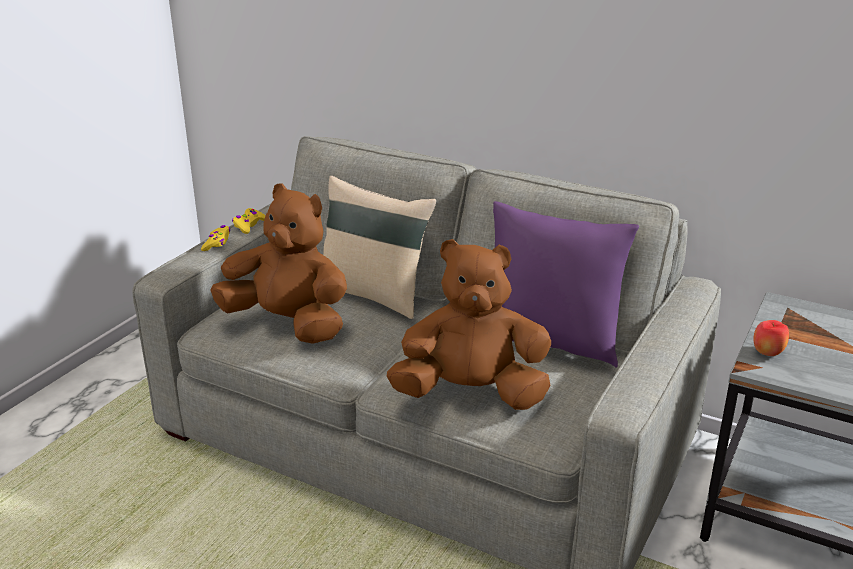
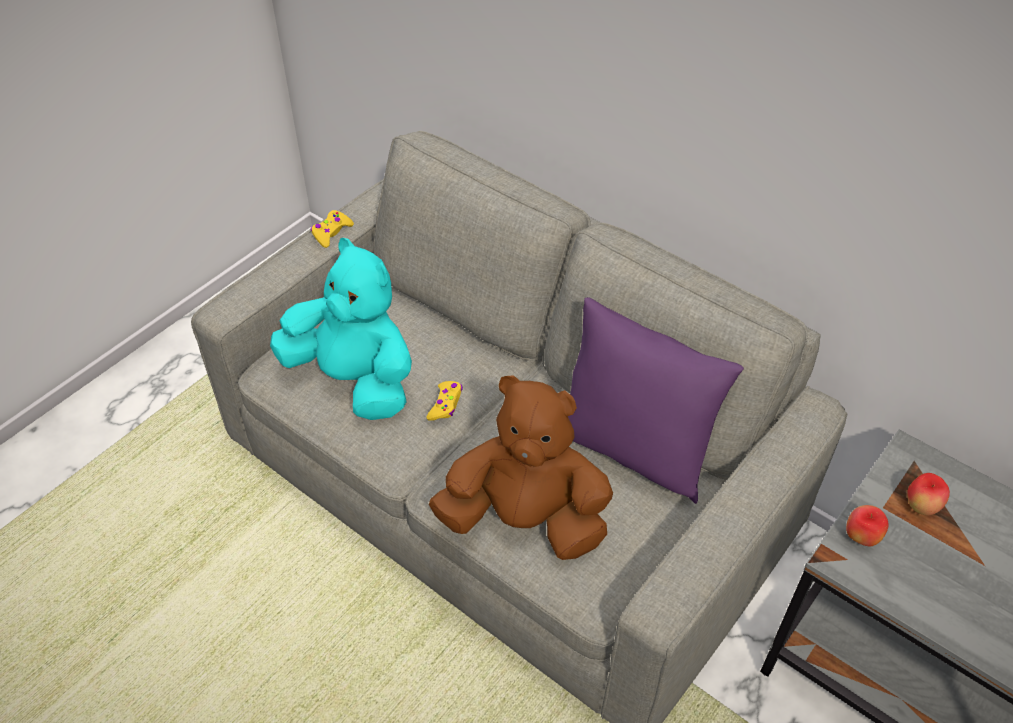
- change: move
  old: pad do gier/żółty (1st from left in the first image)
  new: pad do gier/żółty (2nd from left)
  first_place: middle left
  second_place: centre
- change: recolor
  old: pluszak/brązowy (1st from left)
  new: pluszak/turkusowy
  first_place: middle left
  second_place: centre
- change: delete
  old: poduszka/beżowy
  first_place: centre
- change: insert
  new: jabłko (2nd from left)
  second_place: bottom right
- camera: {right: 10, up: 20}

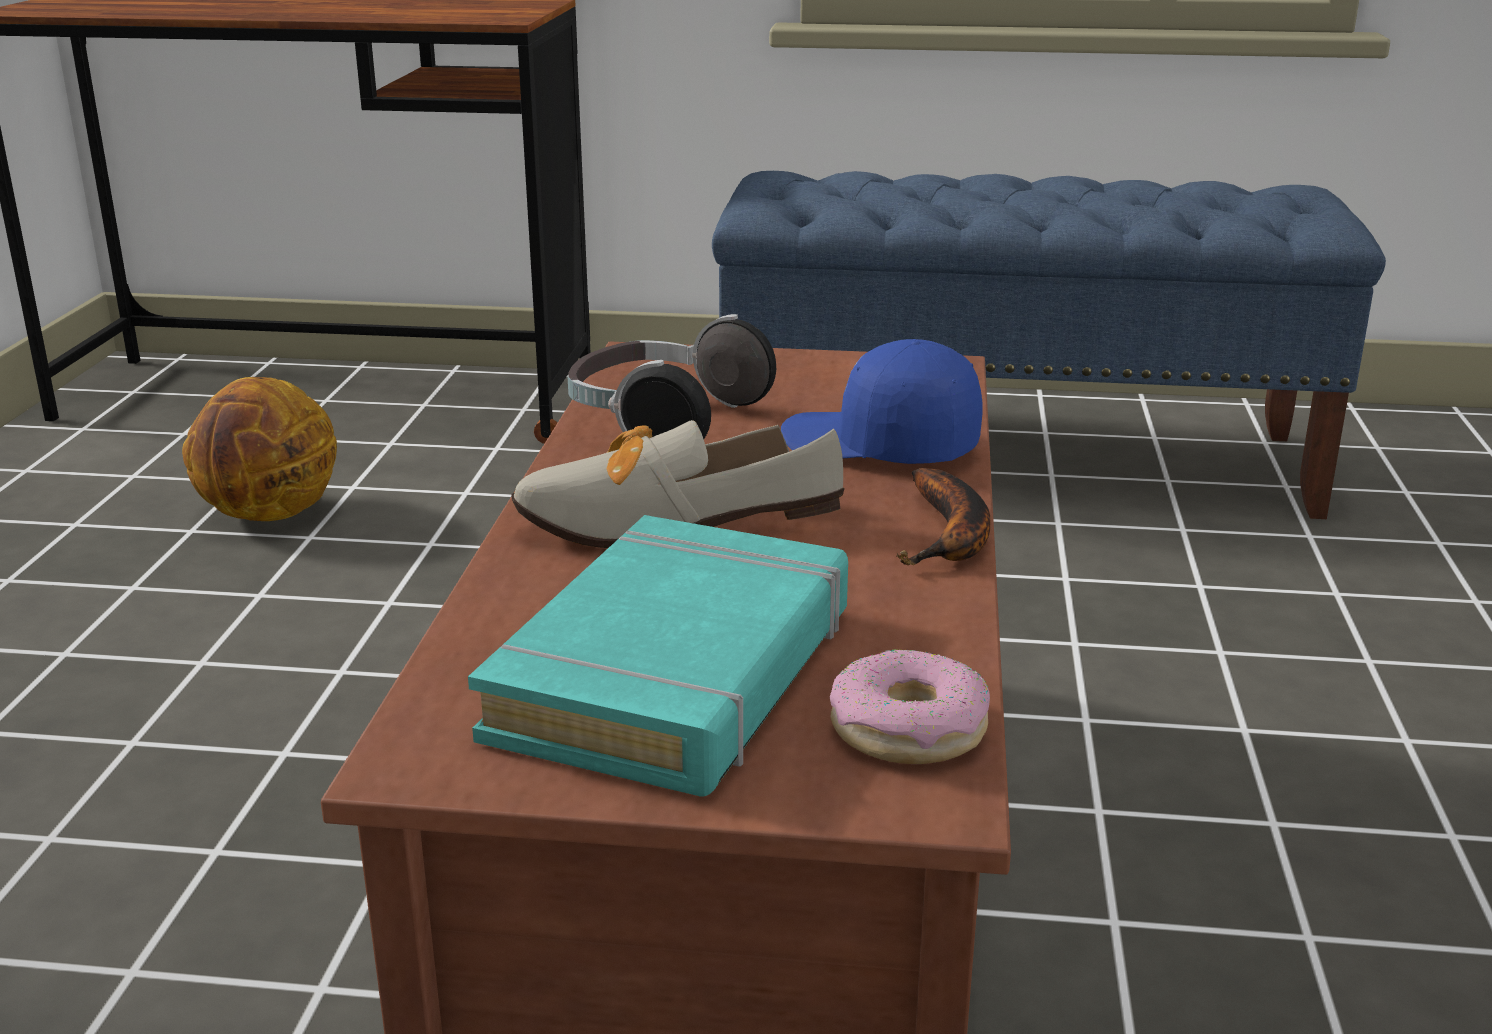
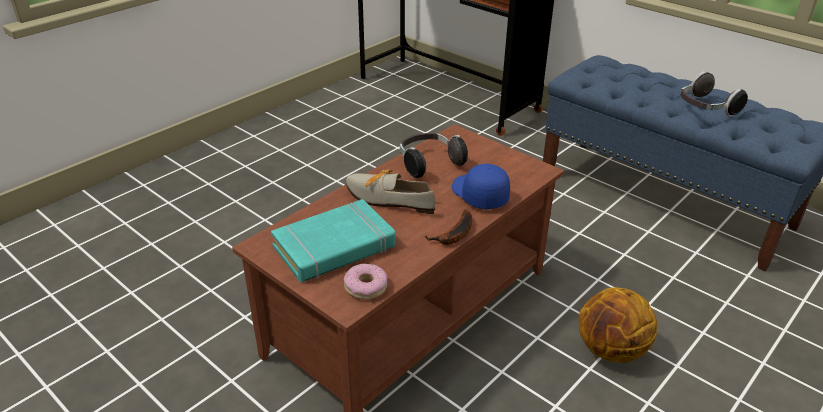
- change: move
  old: piłka do koszykówki
  first_place: middle left
  second_place: bottom right
- change: insert
  new: słuchawki (2nd from left)
  second_place: top right
- camera: {right: 35, up: 10}

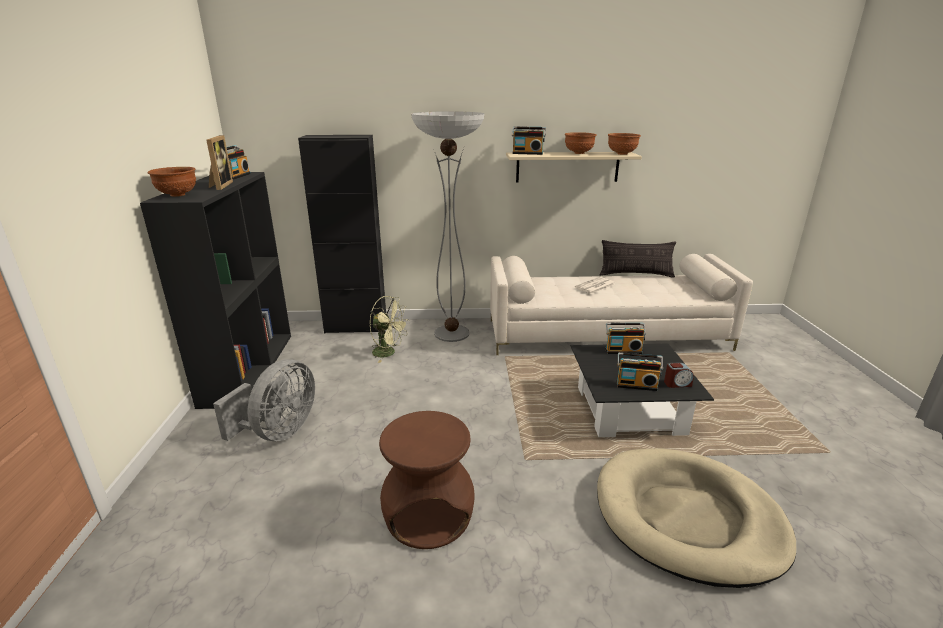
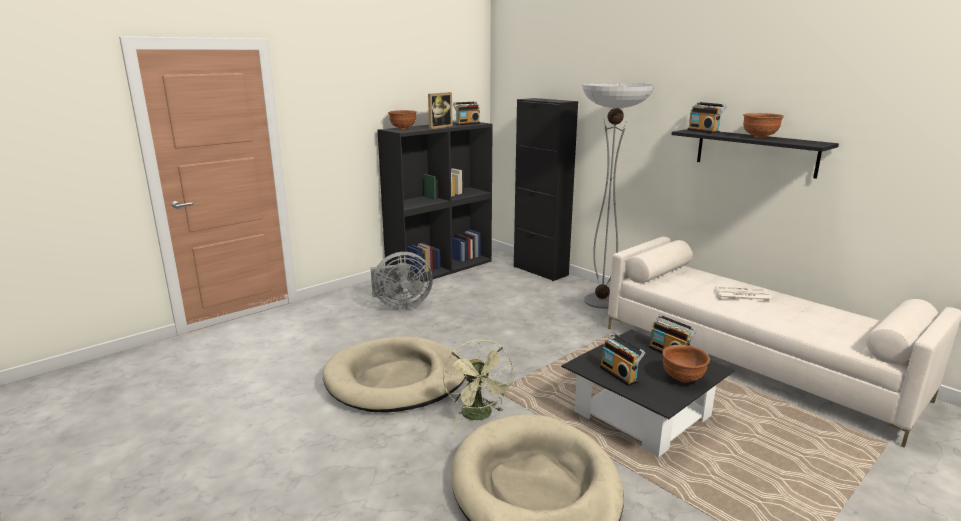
- change: move
  old: wentylator/zielony
  first_place: centre
  second_place: bottom centre
- change: replace
  old: stołek/brązowy
  new: legowisko/beżowy (1st from left)
  first_place: bottom centre
  second_place: bottom centre
- change: recolor
  old: półka/beżowy
  new: półka/czarny
  first_place: top centre
  second_place: top right
- change: delete
  old: poduszka
  first_place: middle right
- change: move
  old: miska/brązowy (3rd from left in the first image)
  new: miska/brązowy (2nd from left)
  first_place: top centre
  second_place: bottom right
- change: delete
  old: budzik
  first_place: middle right
- camera: {right: 50, up: -5}

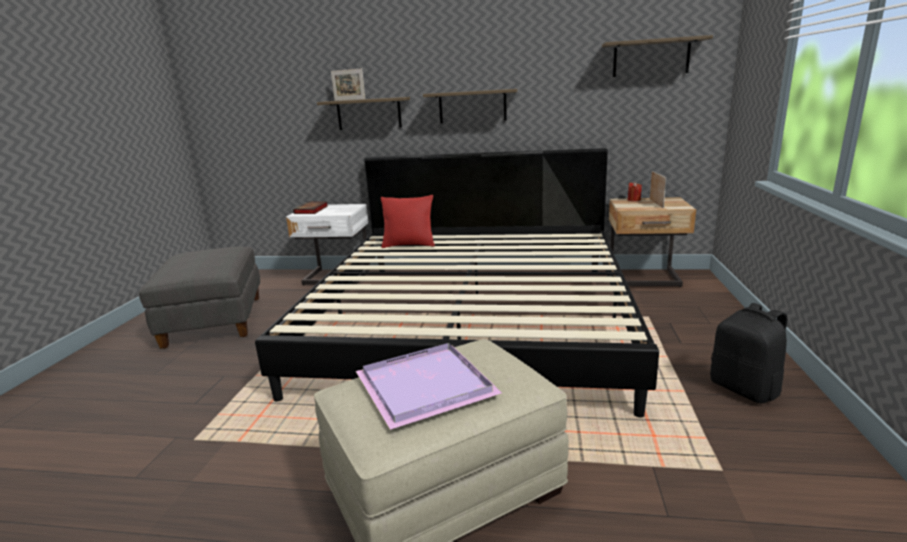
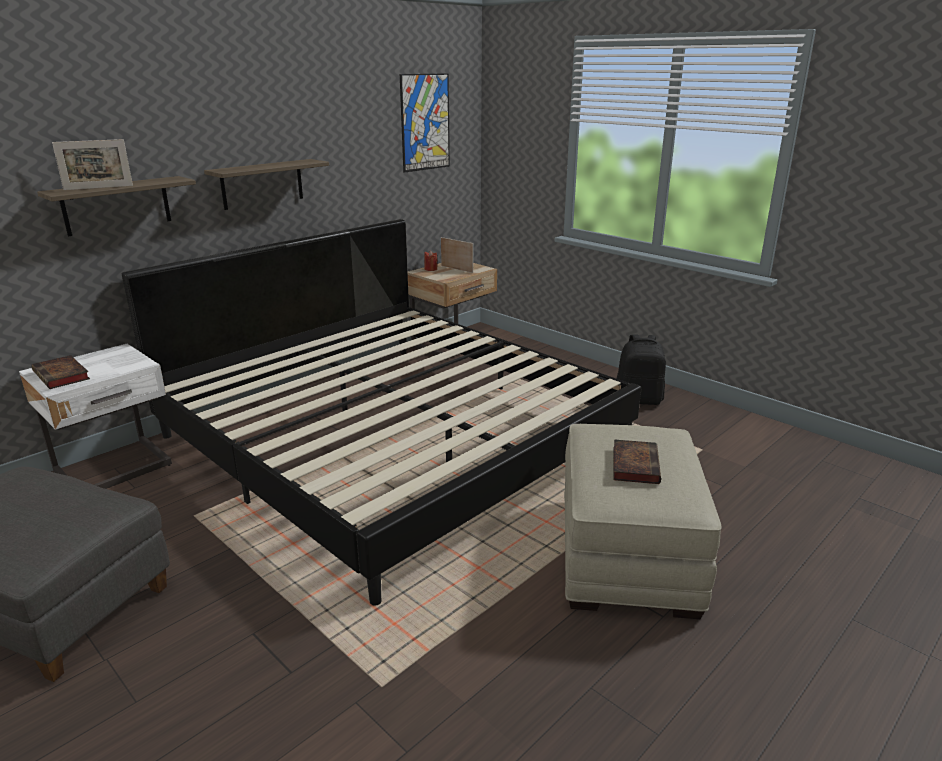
- change: replace
  old: taca/fioletowy
  new: książka (2nd from left)
  first_place: bottom centre
  second_place: middle right
- change: delete
  old: poduszka/czerwony
  first_place: centre
- change: replace
  old: półka (3rd from left)
  new: obraz
  first_place: top right
  second_place: top centre
- camera: {right: -55, up: 5}

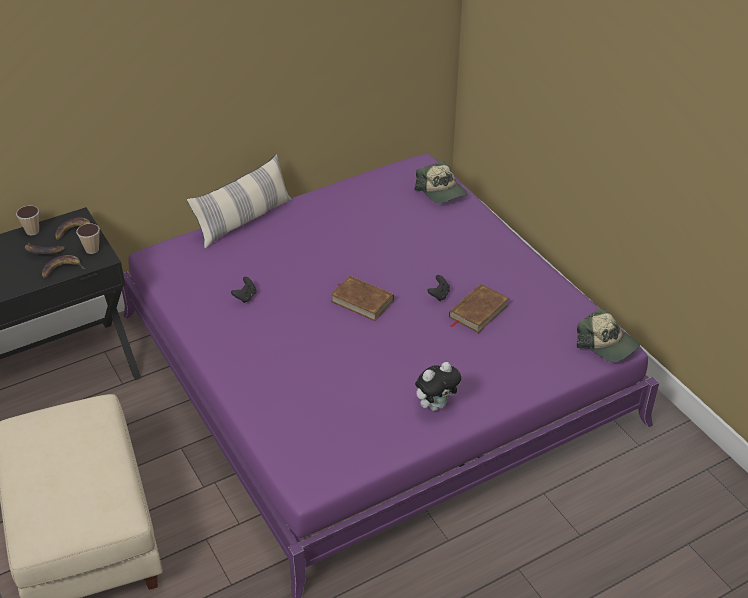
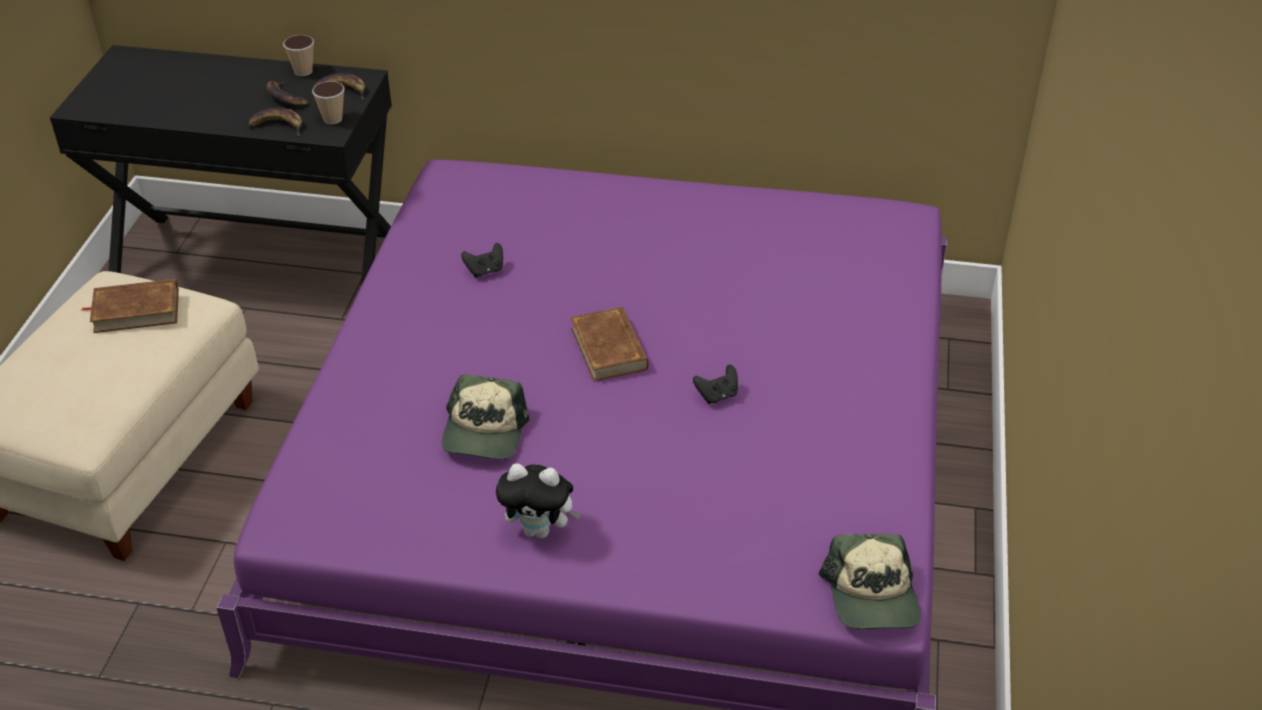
- change: delete
  old: poduszka
  first_place: middle left
- change: move
  old: czapka z daszkiem (1st from left)
  first_place: top centre
  second_place: centre
- change: move
  old: książka/brązowy (2nd from left in the first image)
  new: książka/brązowy (1st from left)
  first_place: centre
  second_place: middle left
- camera: {right: 40, up: 0}

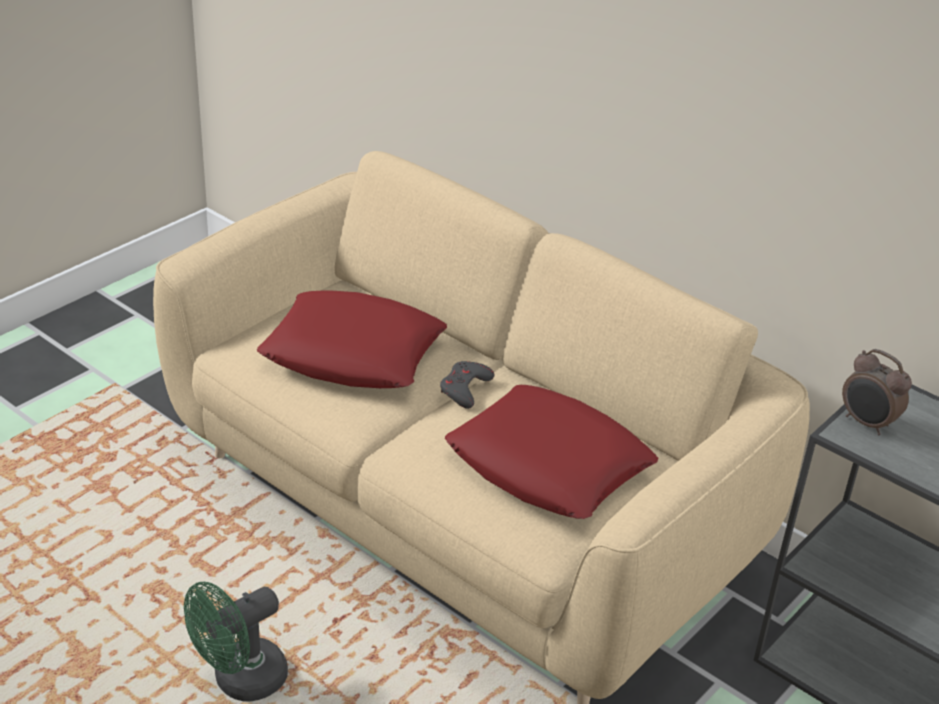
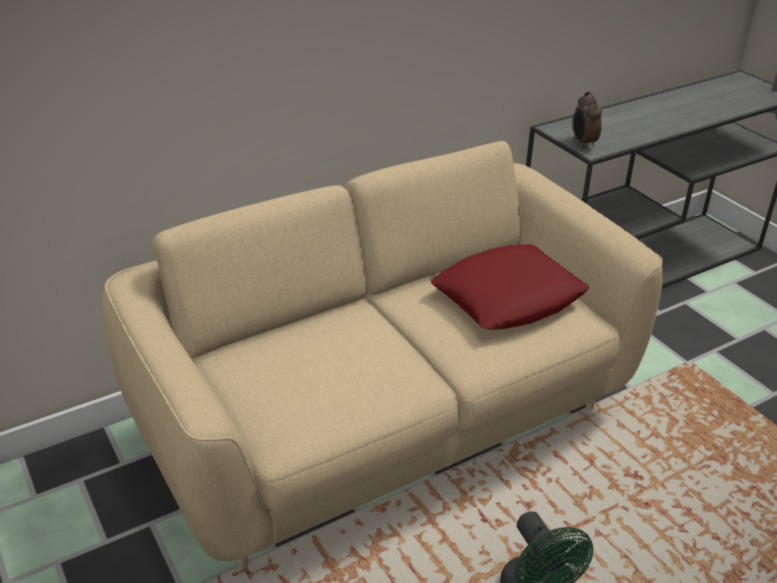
- change: delete
  old: poduszka/czerwony (1st from left)
  first_place: centre
- change: delete
  old: pad do gier/szary
  first_place: centre
- change: rotate
  old: budzik
  first_place: middle right
  second_place: top right
  degrees: 105
- camera: {right: -70, up: 0}

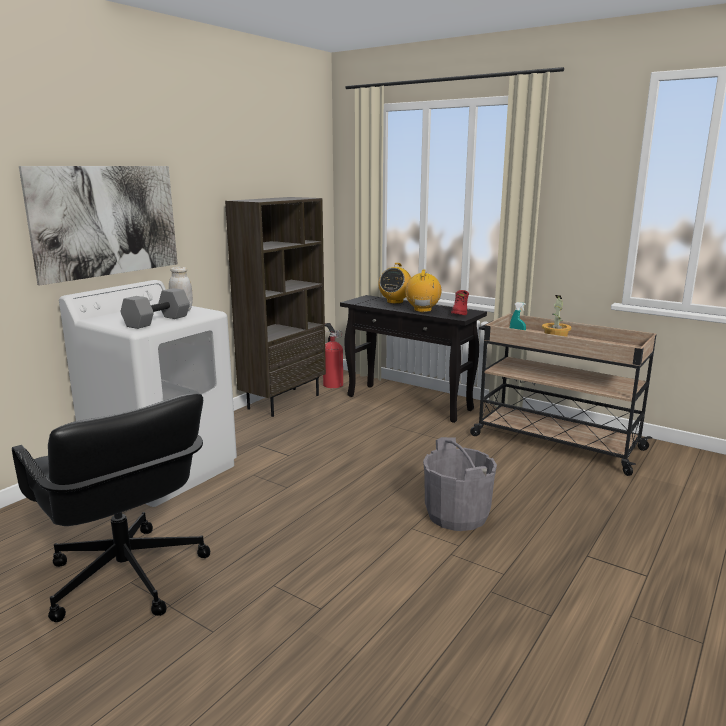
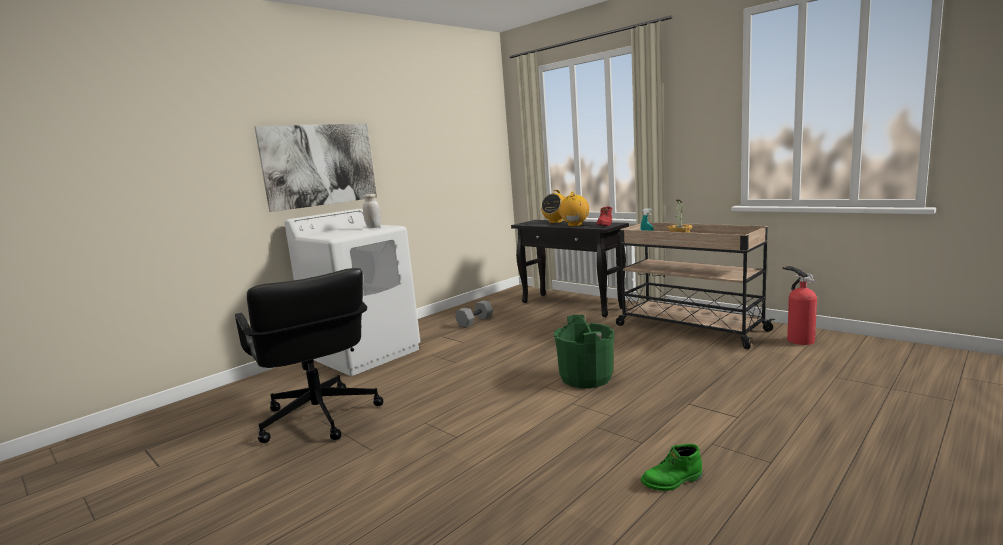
- change: move
  old: hantel/szary
  first_place: middle left
  second_place: centre
- change: delete
  old: regał/brązowy
  first_place: centre
- change: move
  old: gaśnica
  first_place: centre
  second_place: middle right
- change: recolor
  old: wiadro/szary
  new: wiadro/zielony
  first_place: bottom centre
  second_place: centre
- change: insert
  new: but z cholewką/zielony
  second_place: bottom right
- camera: {right: 10, up: -5}

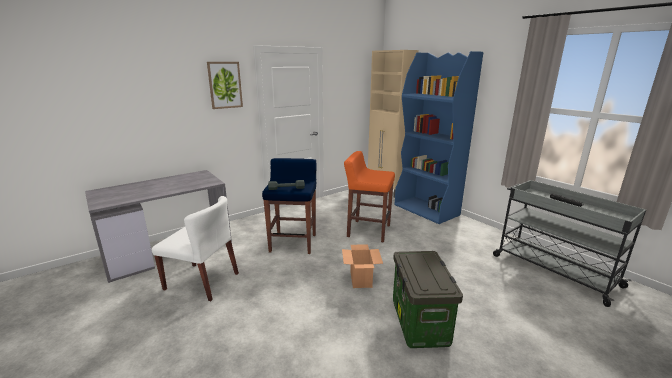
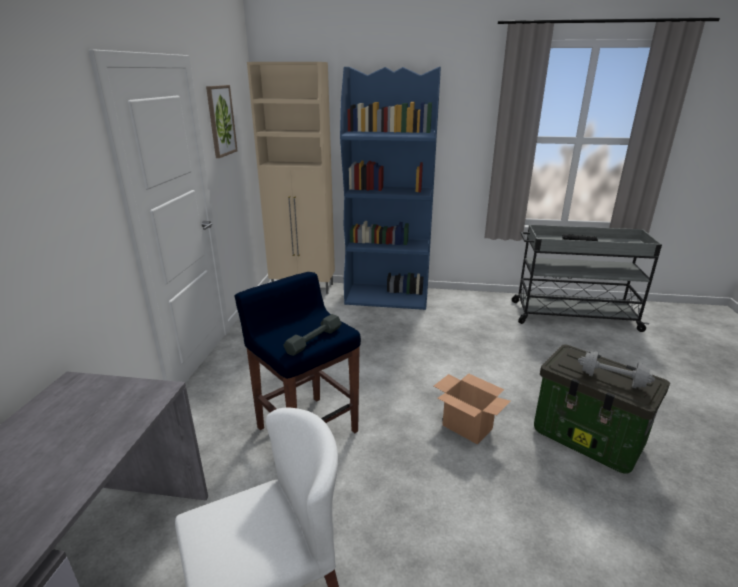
- change: move
  old: obraz
  first_place: top centre
  second_place: top left
- change: delete
  old: stołek/pomarańczowy
  first_place: centre
- change: insert
  new: hantel/szary (2nd from left)
  second_place: middle right
- camera: {right: -45, up: 5}

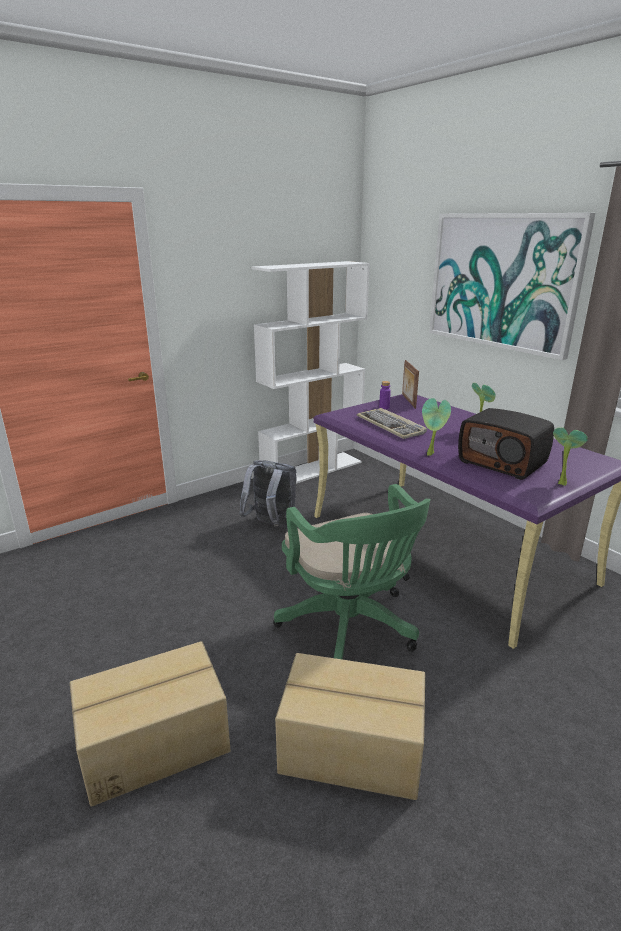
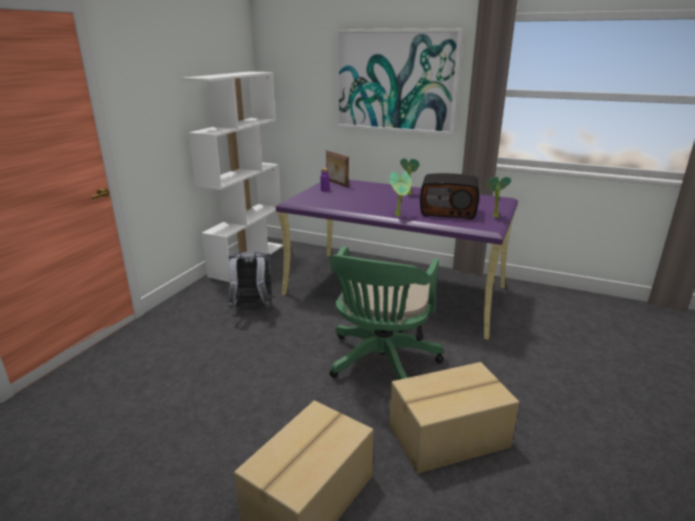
- change: rotate
  old: krzesło biurowe/zielony
  first_place: centre
  second_place: centre
  degrees: 75
- change: delete
  old: klawiatura
  first_place: centre
- camera: {right: -30, up: 0}

